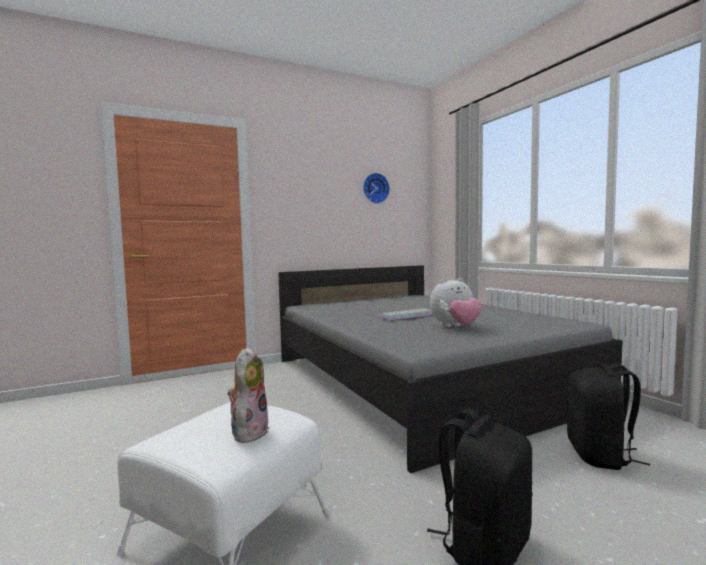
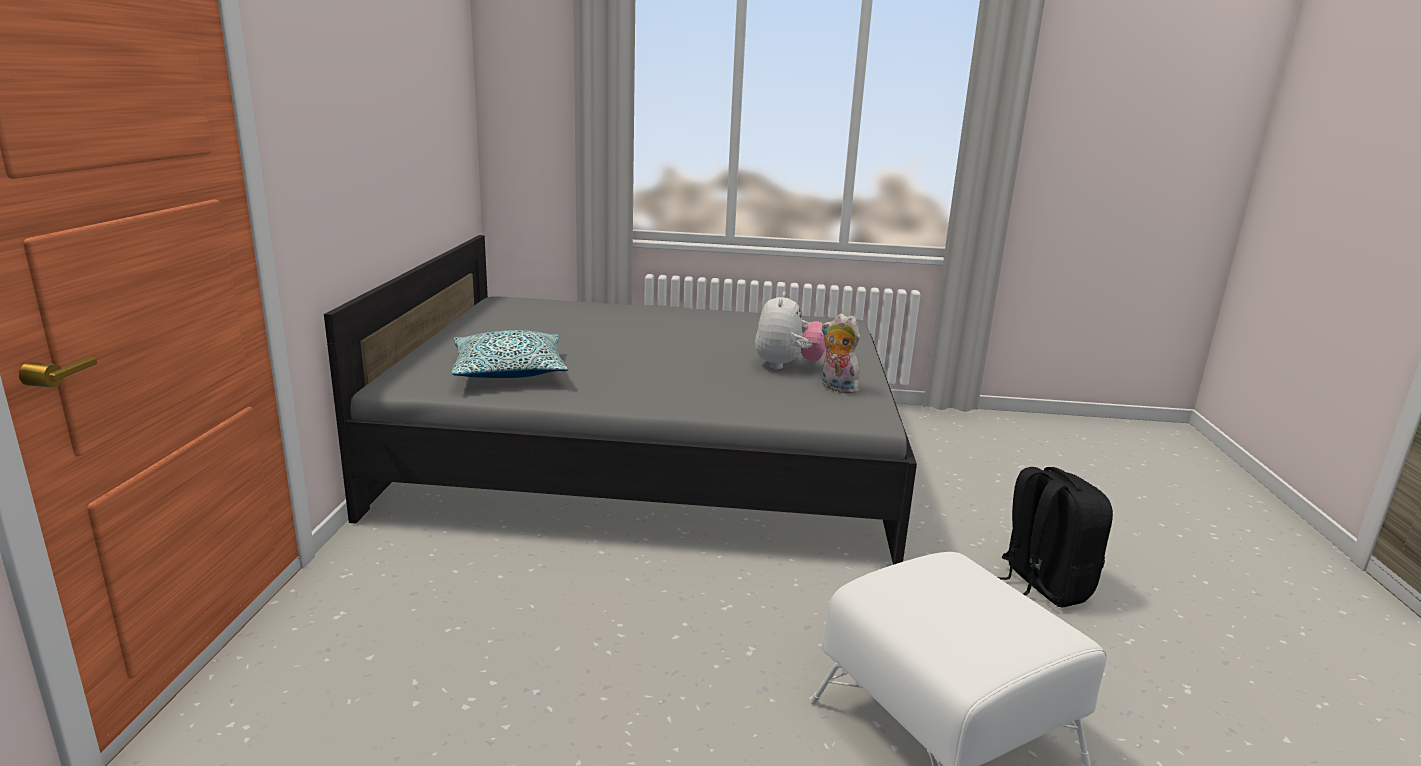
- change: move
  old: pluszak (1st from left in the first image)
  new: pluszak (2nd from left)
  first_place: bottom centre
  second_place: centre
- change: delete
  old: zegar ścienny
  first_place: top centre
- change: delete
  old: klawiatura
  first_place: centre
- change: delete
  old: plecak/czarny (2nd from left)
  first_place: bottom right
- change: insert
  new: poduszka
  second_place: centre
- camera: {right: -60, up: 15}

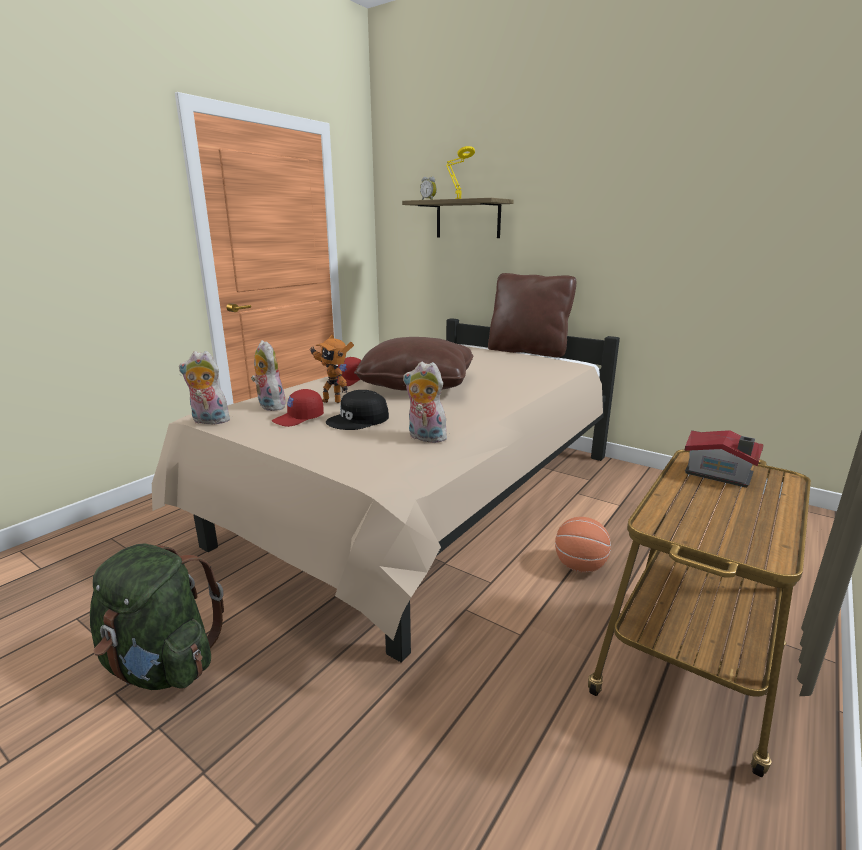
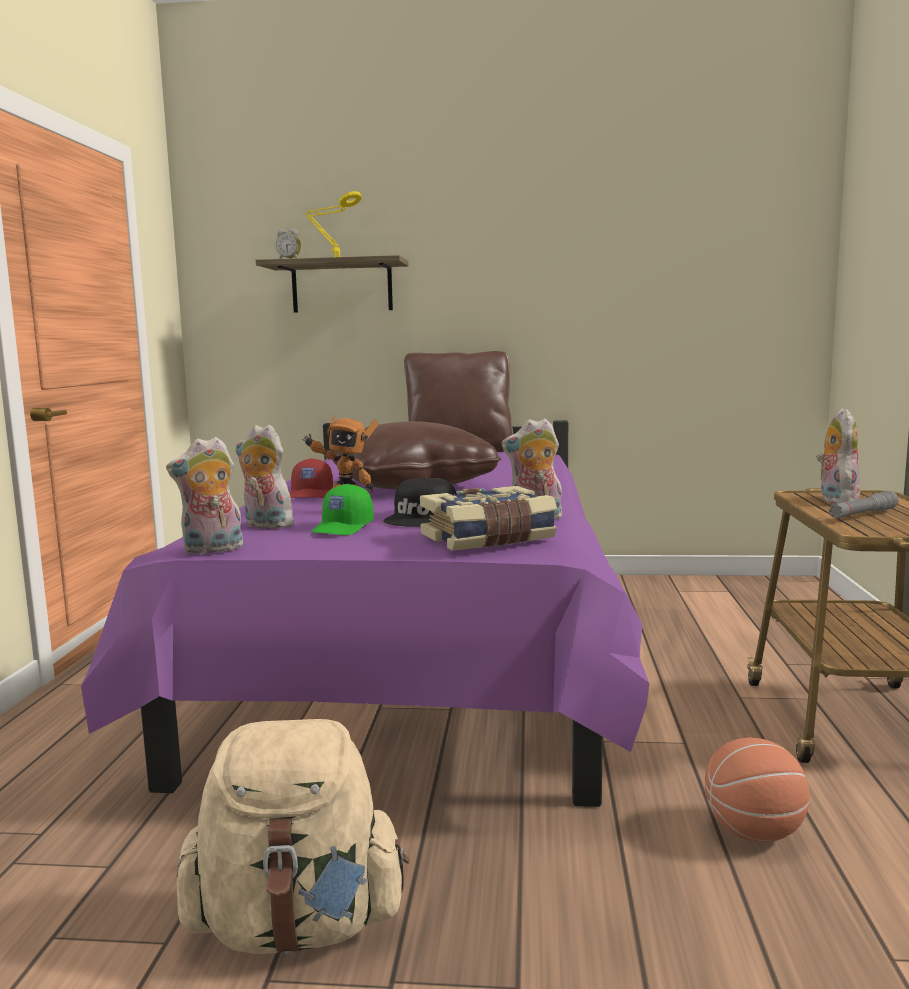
- change: recolor
  old: plecak/zielony
  new: plecak/beżowy
  first_place: bottom left
  second_place: bottom left
- change: recolor
  old: łóżko/beżowy
  new: łóżko/fioletowy
  first_place: centre
  second_place: centre
- change: recolor
  old: czapka z daszkiem/czerwony (1st from left)
  new: czapka z daszkiem/zielony
  first_place: centre
  second_place: centre
- change: move
  old: piłka do koszykówki
  first_place: middle right
  second_place: bottom right
- change: replace
  old: domek
  new: pluszak (4th from left)
  first_place: middle right
  second_place: middle right
- change: insert
  new: książka
  second_place: centre
- change: insert
  new: latarka/szary
  second_place: middle right
- camera: {right: -30, up: -10}

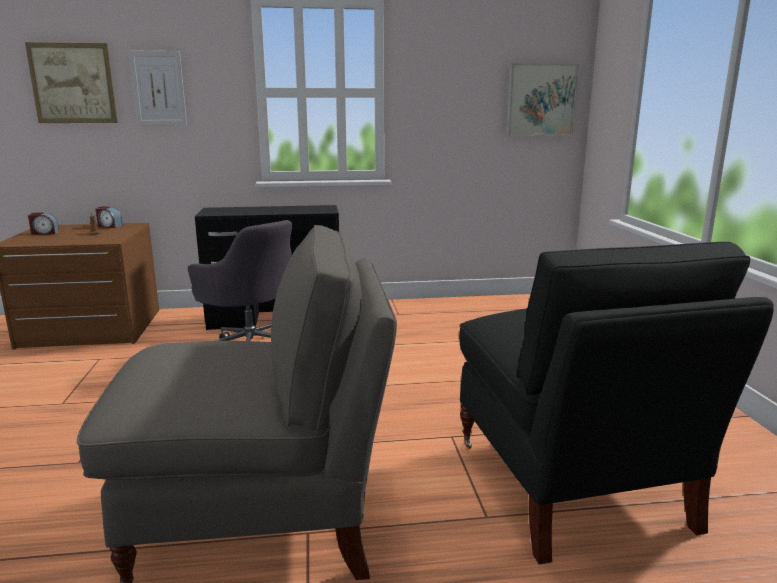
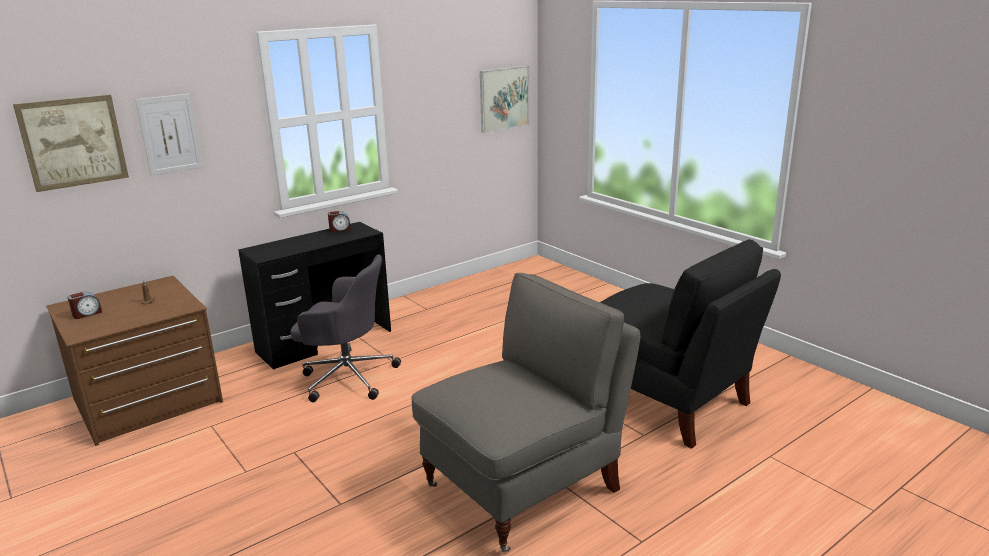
- change: move
  old: budzik (2nd from left)
  first_place: middle left
  second_place: centre
- camera: {right: -30, up: 5}

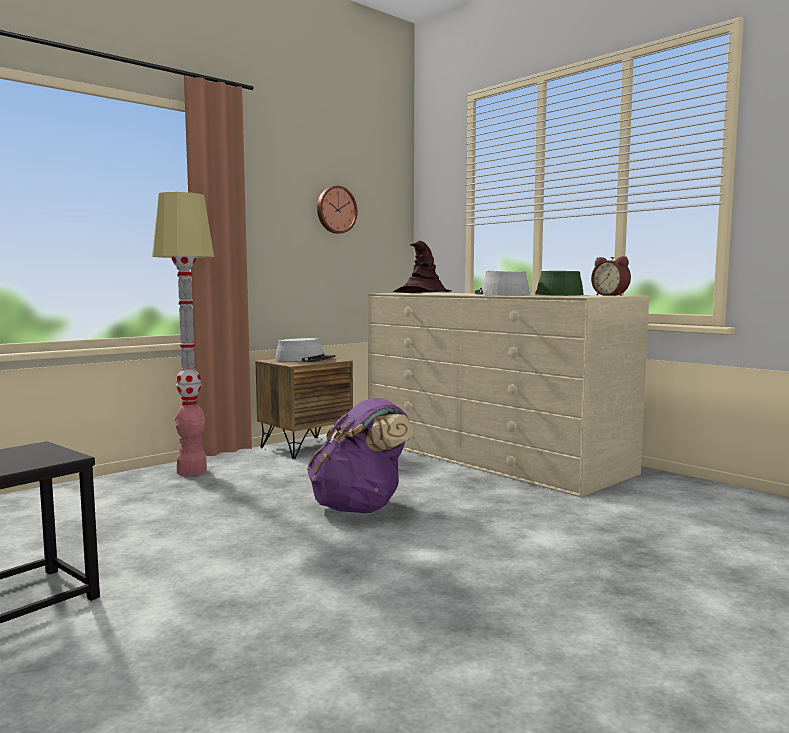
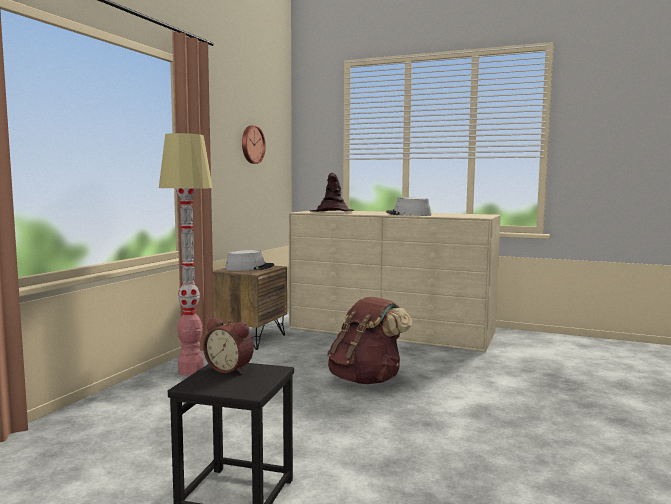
- change: recolor
  old: plecak/fioletowy
  new: plecak/brązowy
  first_place: centre
  second_place: bottom centre
- change: delete
  old: kapelusz/zielony
  first_place: middle right
- change: move
  old: budzik
  first_place: middle right
  second_place: bottom centre
- camera: {right: -25, up: 0}

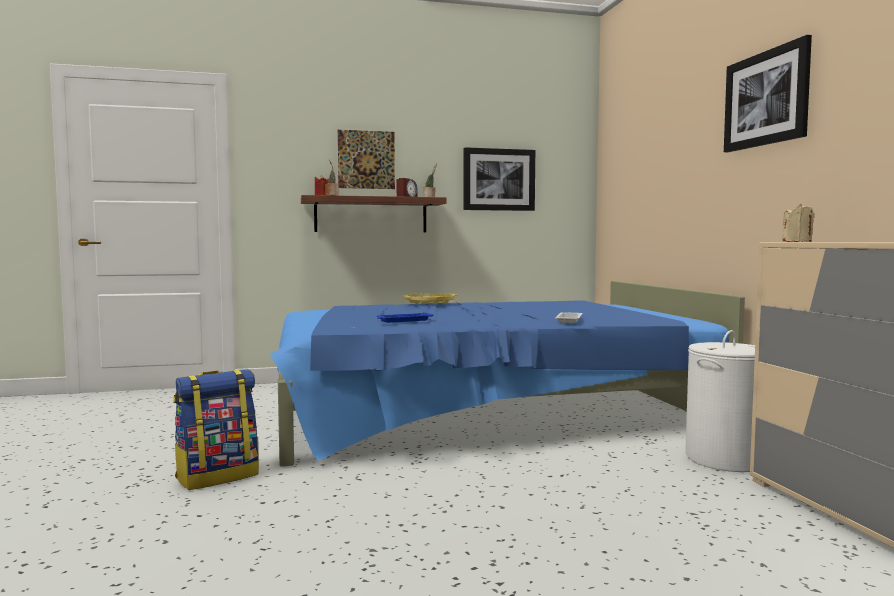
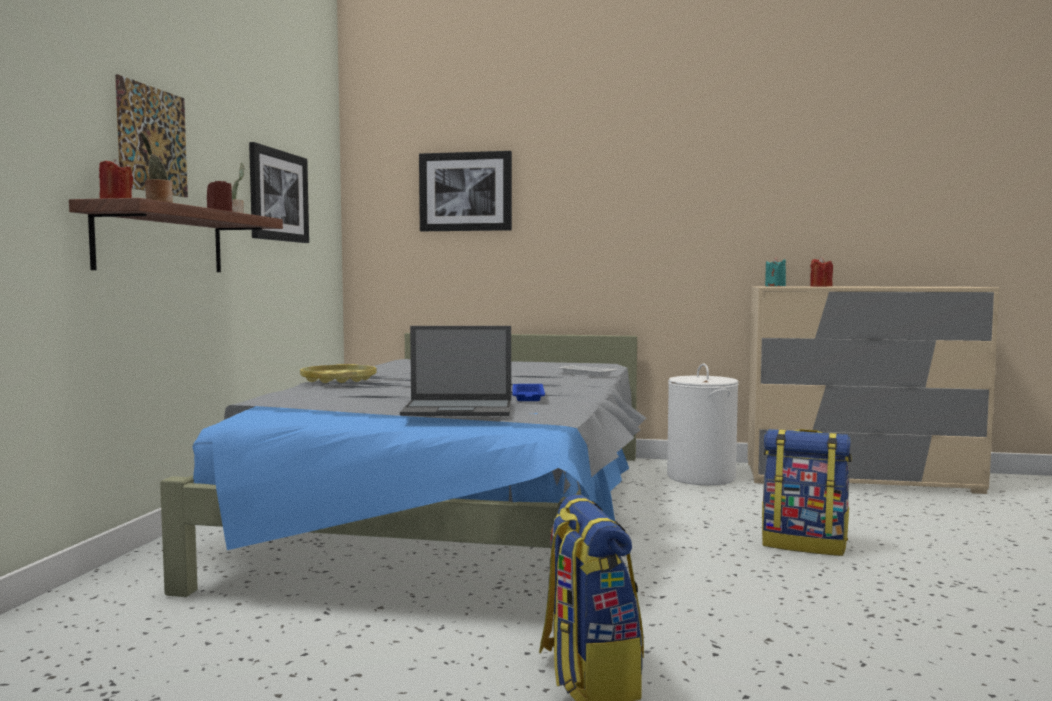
- change: recolor
  old: łóżko/niebieski
  new: łóżko/szary
  first_place: centre
  second_place: centre
- change: move
  old: obraz (3rd from left)
  first_place: top right
  second_place: top centre
- change: recolor
  old: świeca/beżowy
  new: świeca/turkusowy
  first_place: middle right
  second_place: middle right
- change: insert
  new: laptop
  second_place: centre
- change: insert
  new: plecak (2nd from left)
  second_place: bottom right
- change: insert
  new: świeca/czerwony (2nd from left)
  second_place: middle right
- camera: {right: -65, up: 0}

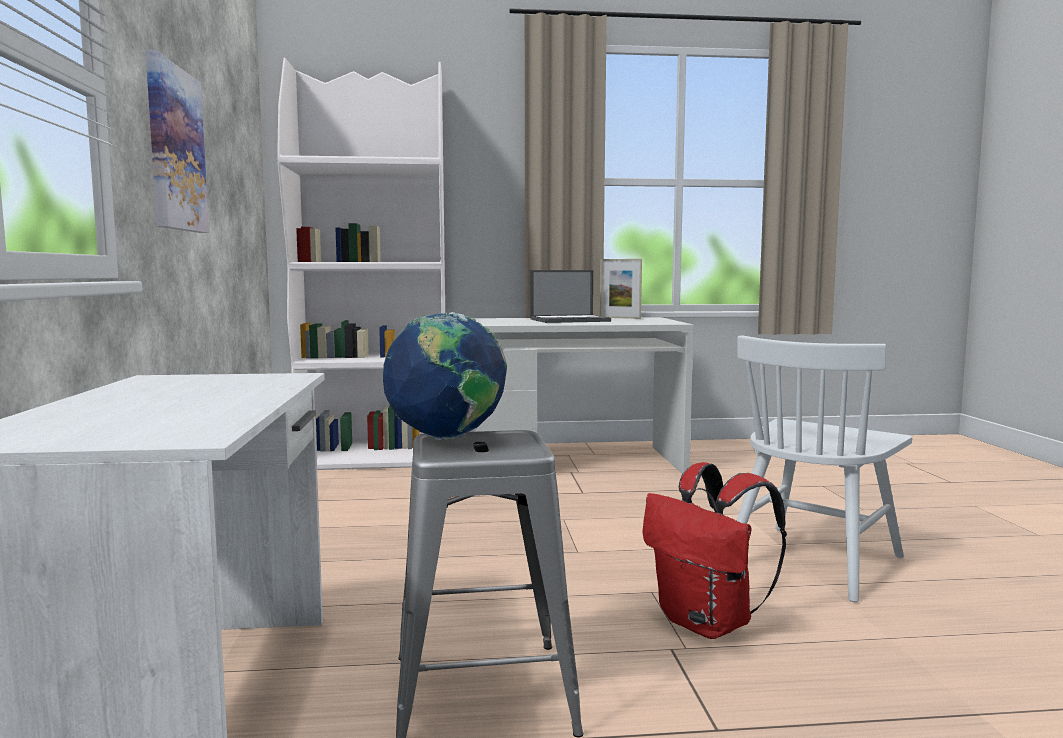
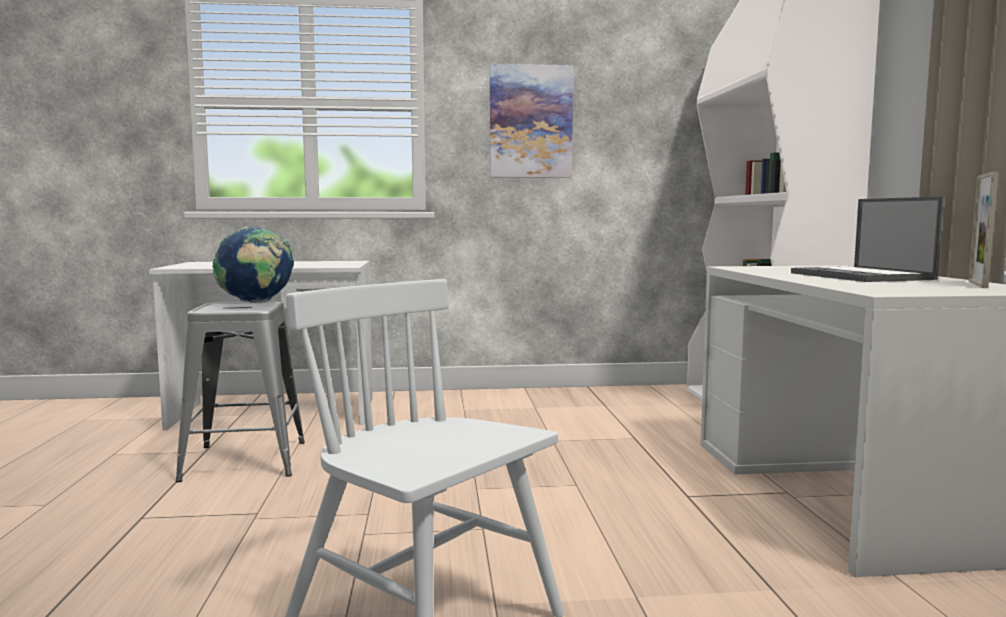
- change: delete
  old: plecak/czerwony
  first_place: bottom right
- camera: {right: 90, up: 0}

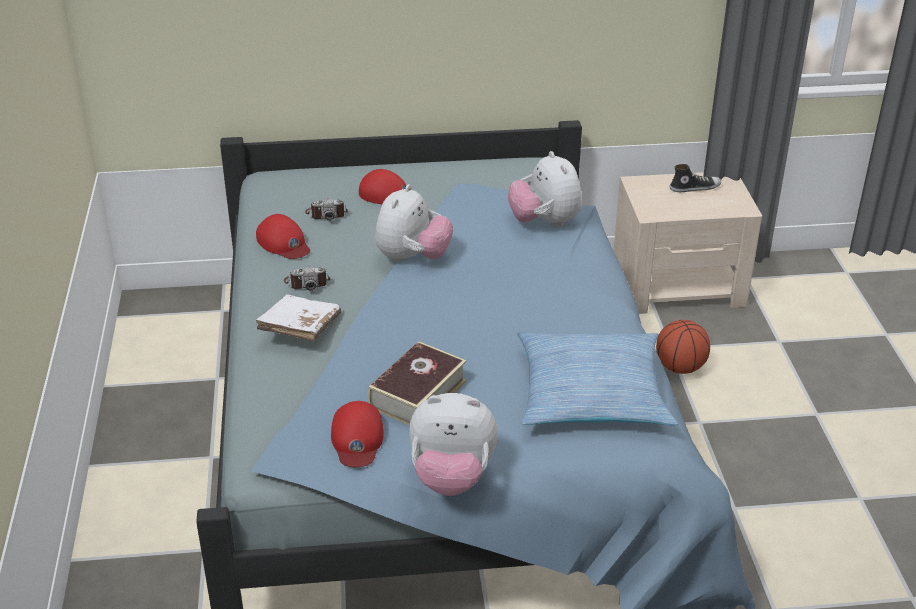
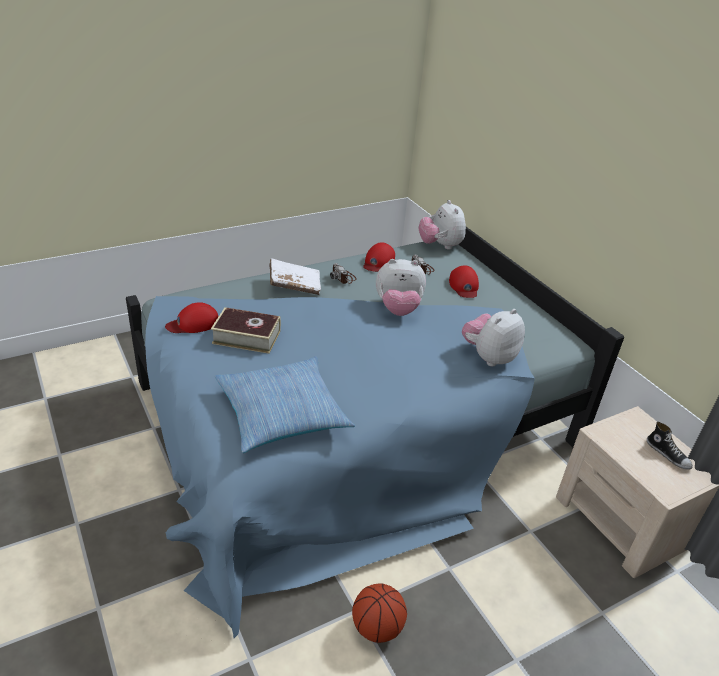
- change: move
  old: pluszak (2nd from left)
  first_place: bottom centre
  second_place: top centre
- change: move
  old: piłka do koszykówki
  first_place: middle right
  second_place: bottom centre
- camera: {right: 65, up: 0}

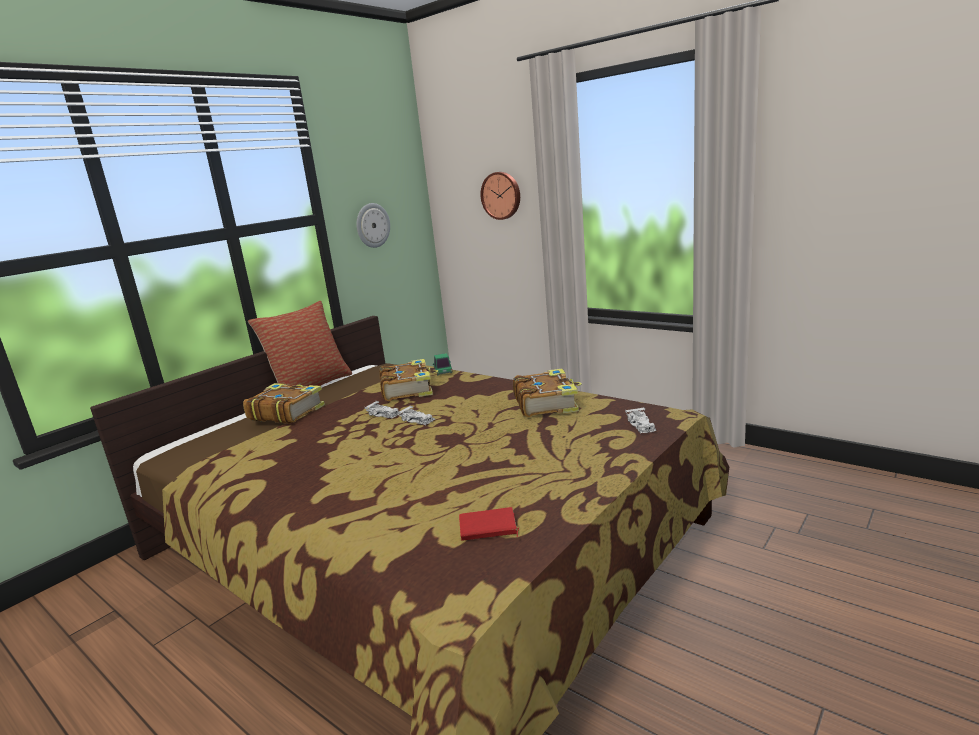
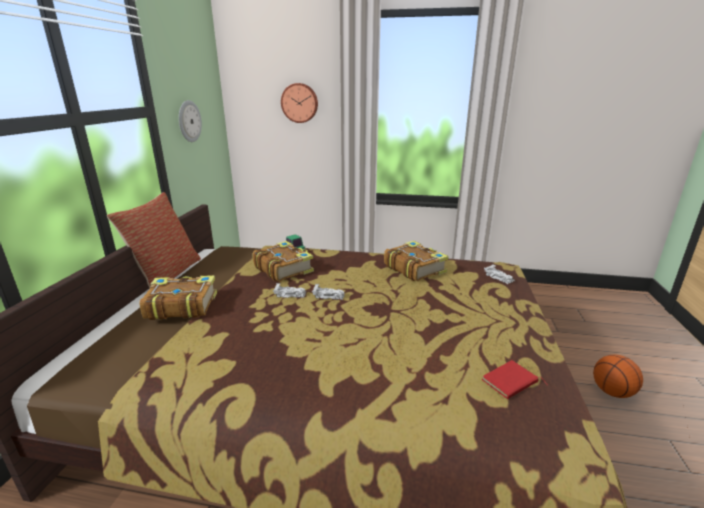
- change: insert
  new: piłka do koszykówki
  second_place: bottom right
- camera: {right: -30, up: 5}

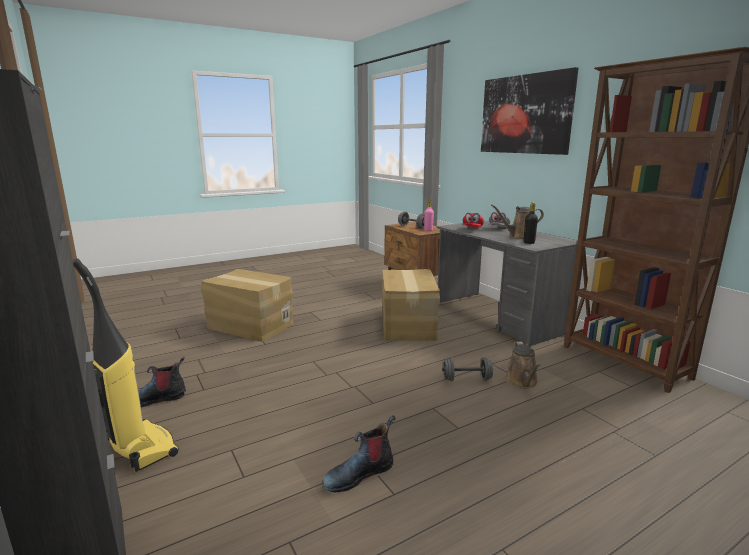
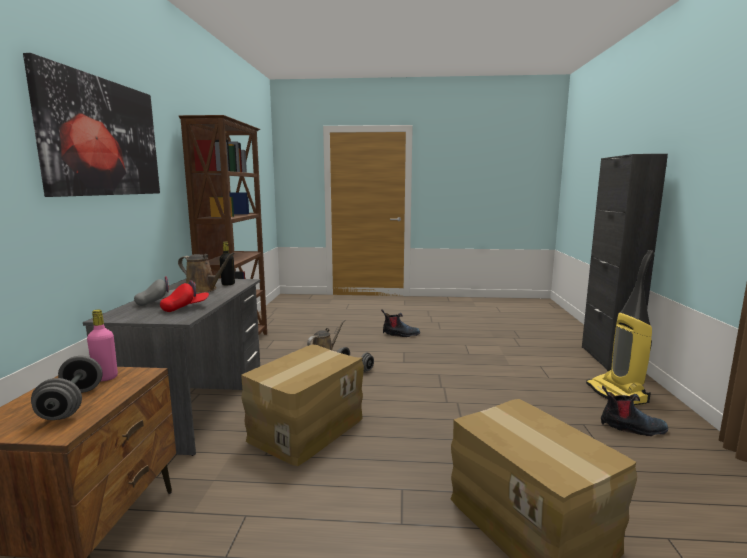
- change: move
  old: but z cholewką (2nd from left in the first image)
  new: but z cholewką (1st from left)
  first_place: bottom centre
  second_place: centre
- camera: {right: -145, up: -5}

